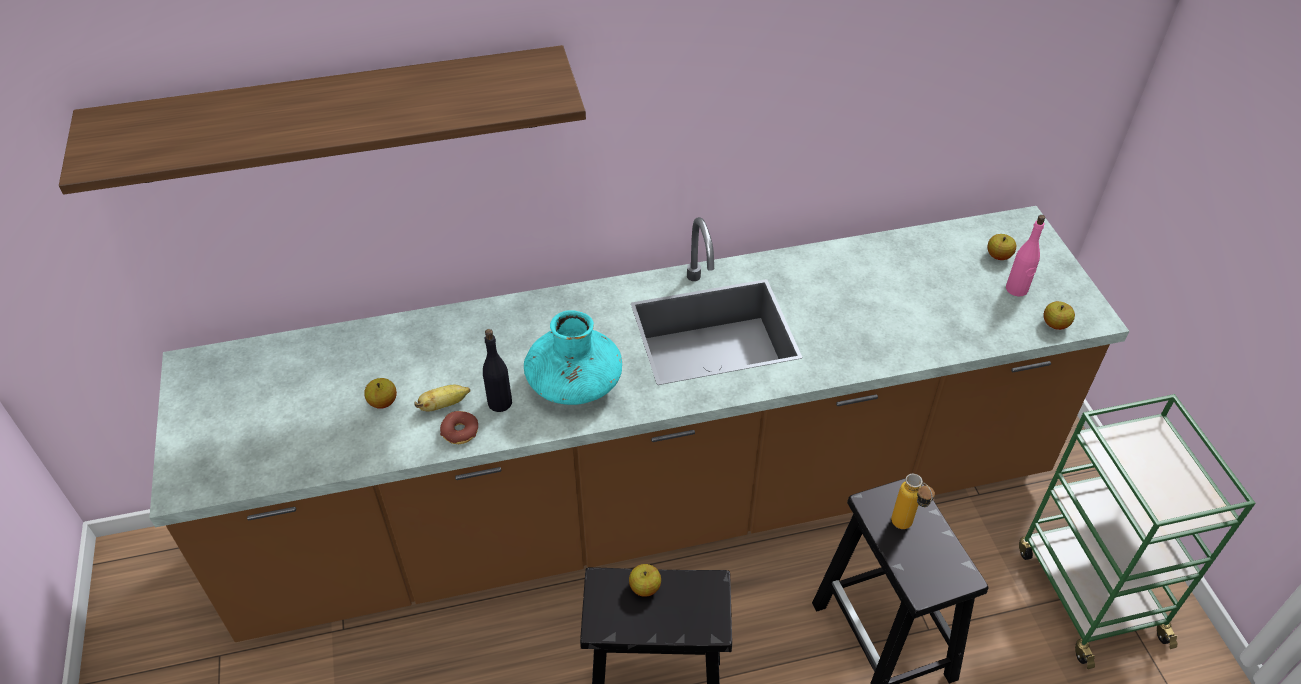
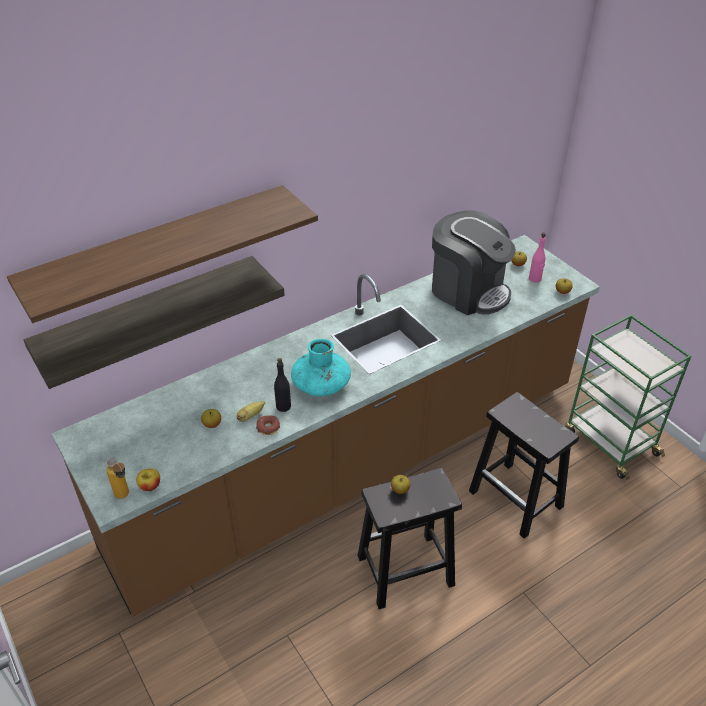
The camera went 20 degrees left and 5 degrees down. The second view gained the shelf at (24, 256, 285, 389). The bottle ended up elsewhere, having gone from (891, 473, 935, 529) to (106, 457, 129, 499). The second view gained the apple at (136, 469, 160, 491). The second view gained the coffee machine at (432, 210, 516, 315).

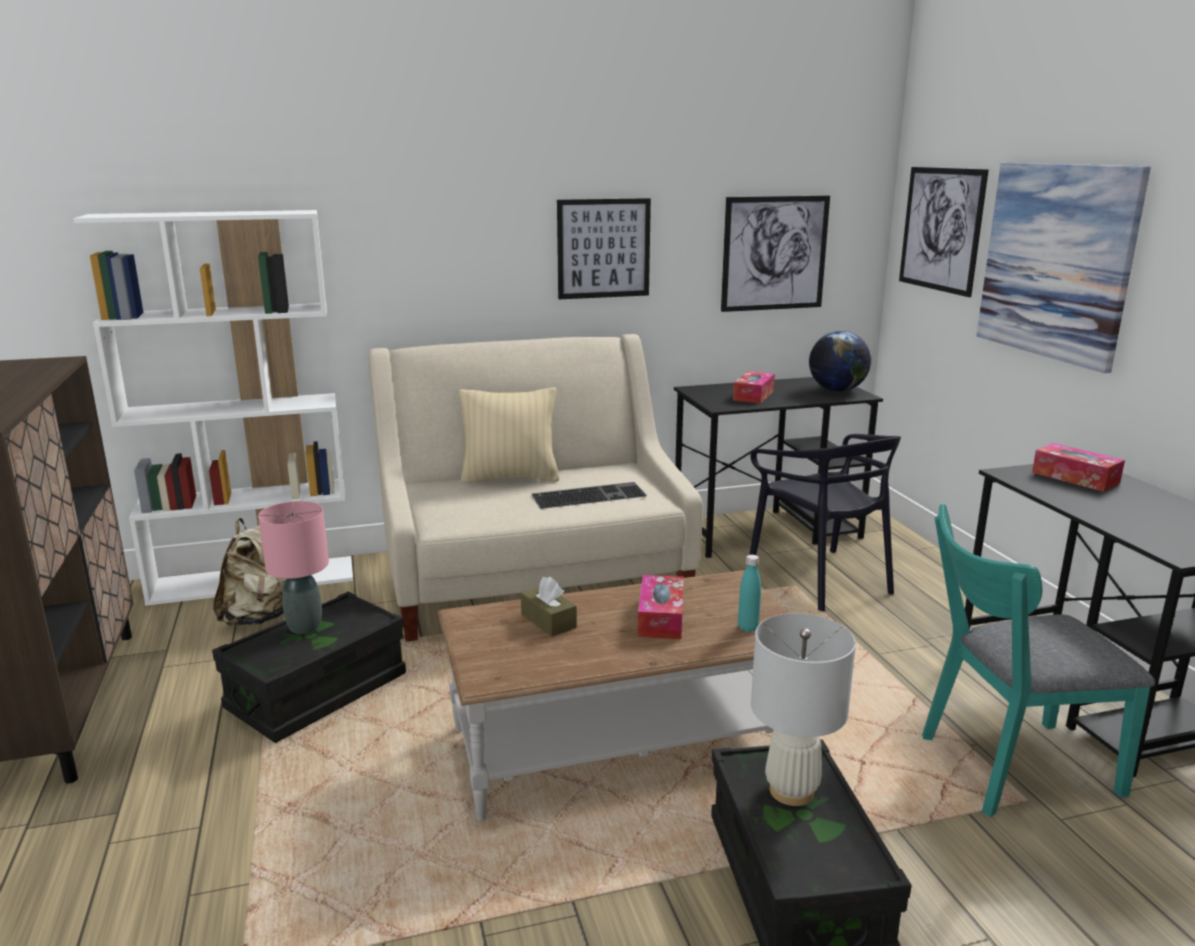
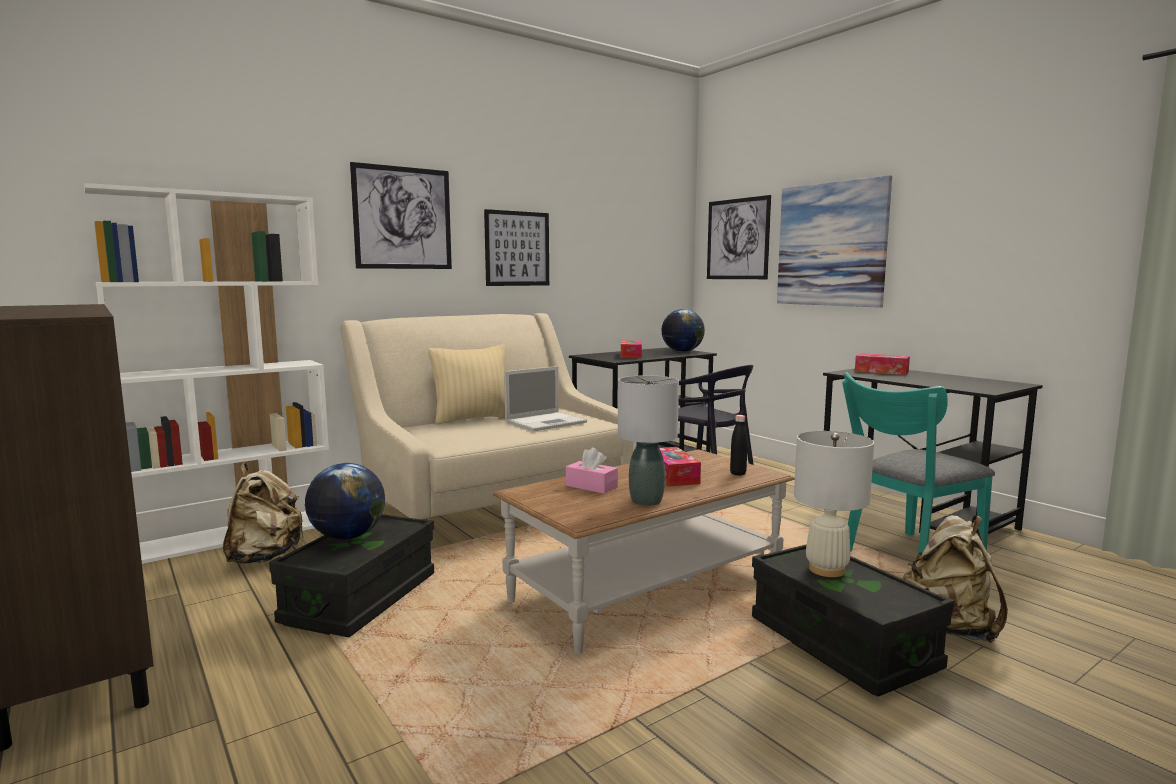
The camera went 20 degrees left and 10 degrees down. Where the pink table lamp stood at (258, 501, 329, 634), the globe came to stand at (305, 463, 385, 540). The picture ended up elsewhere, having gone from (721, 195, 830, 312) to (350, 162, 452, 269). Where the keyboard stood at (531, 482, 647, 509), the laptop came to stand at (504, 366, 587, 431). What was the brown tissue box at (521, 576, 577, 637) turned into the pink tissue box at (566, 447, 618, 494). The second view gained the grey table lamp at (618, 375, 679, 506). What was the turquoise bottle at (738, 555, 761, 632) turned into the black bottle at (730, 415, 747, 476). The second view gained the beige backpack at (902, 515, 1008, 643).

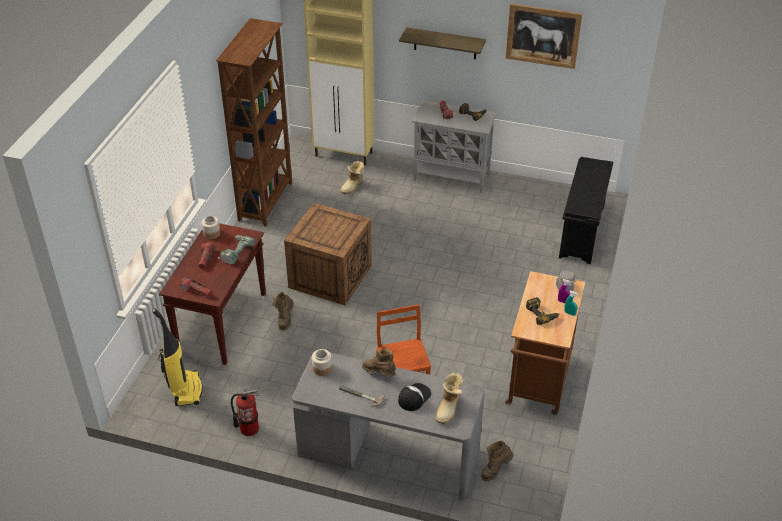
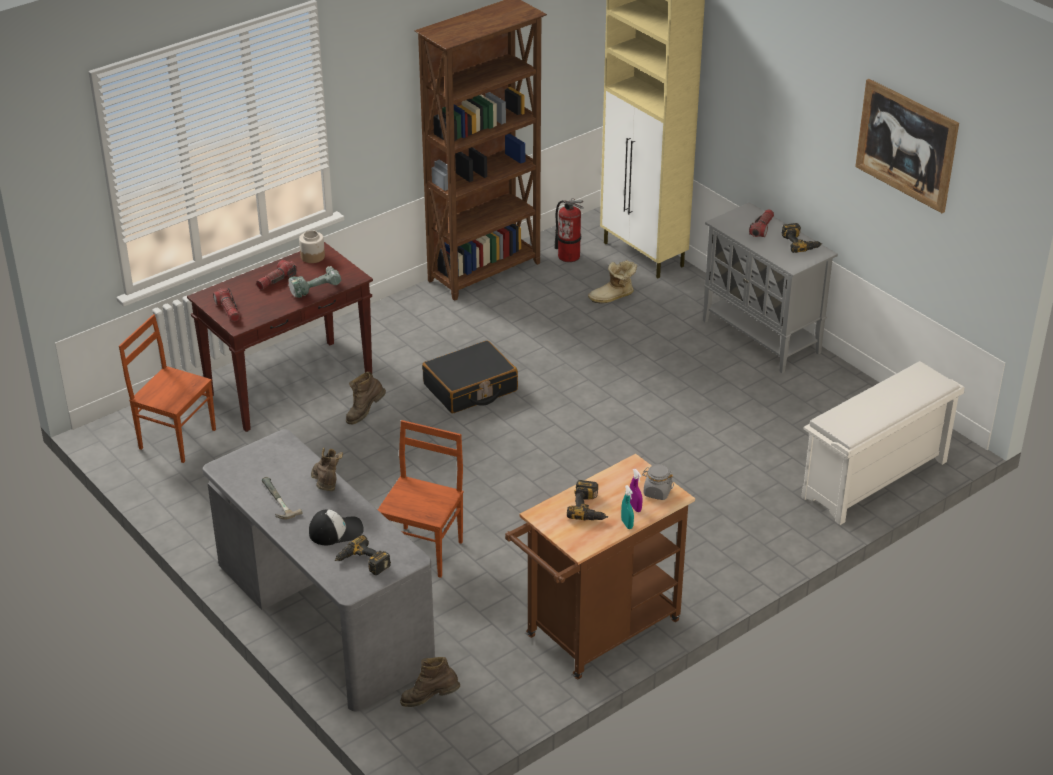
The camera went 35 degrees right and 5 degrees down. Where the vacuum cleaner stood at (152, 308, 203, 406), the brown chair came to stand at (119, 314, 216, 463). Where the boot stood at (435, 373, 464, 424), the power drill came to stand at (335, 535, 391, 575). Where the crate stood at (284, 203, 372, 305), the black suitcase came to stand at (422, 341, 518, 413). The fire extinguisher ended up elsewhere, having gone from (231, 389, 259, 436) to (554, 198, 584, 262). What was the black shoe rack at (559, 157, 613, 264) turned into the white shoe rack at (801, 361, 965, 525). The second view lost the jar at (312, 349, 332, 376). The second view lost the shelf at (399, 27, 486, 59).

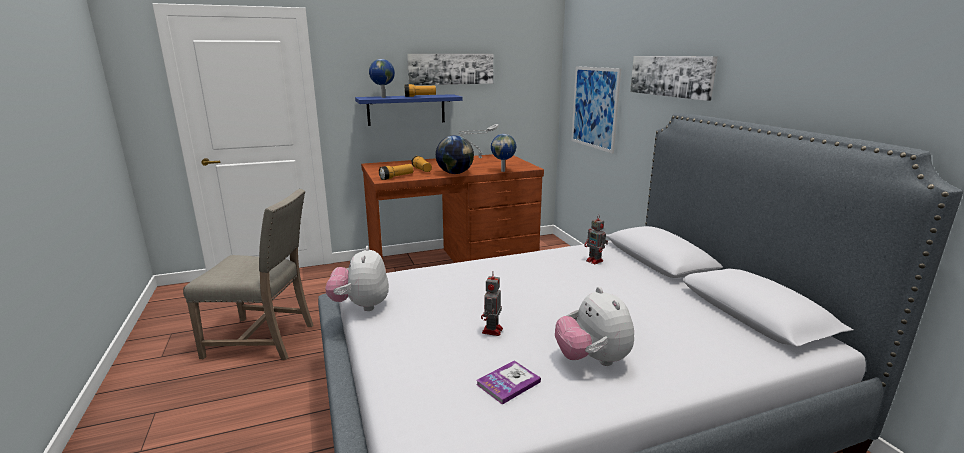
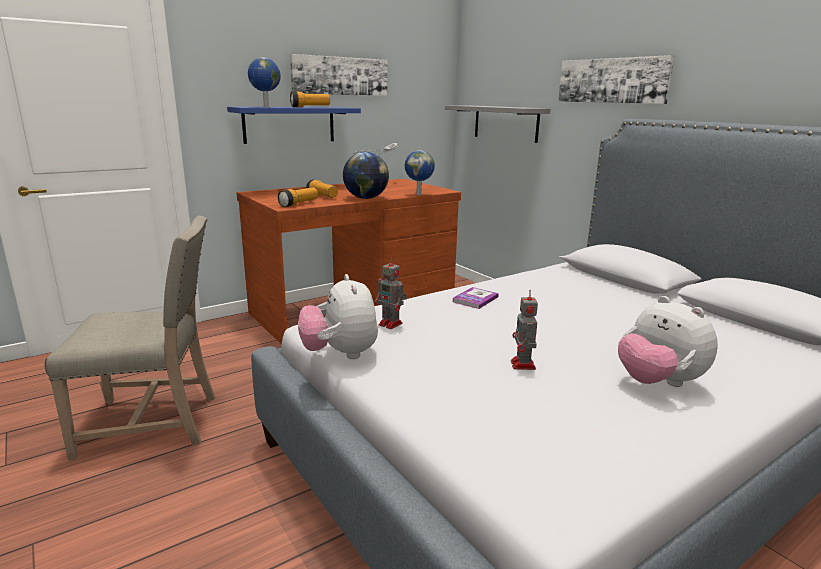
The camera went 15 degrees left and 0 degrees up. The toy robot ended up elsewhere, having gone from (584, 214, 608, 265) to (375, 257, 407, 329). Where the picture hung at (571, 66, 621, 154), the grey shelf came to hang at (445, 105, 550, 143). The book ended up elsewhere, having gone from (476, 361, 541, 405) to (453, 287, 499, 309).

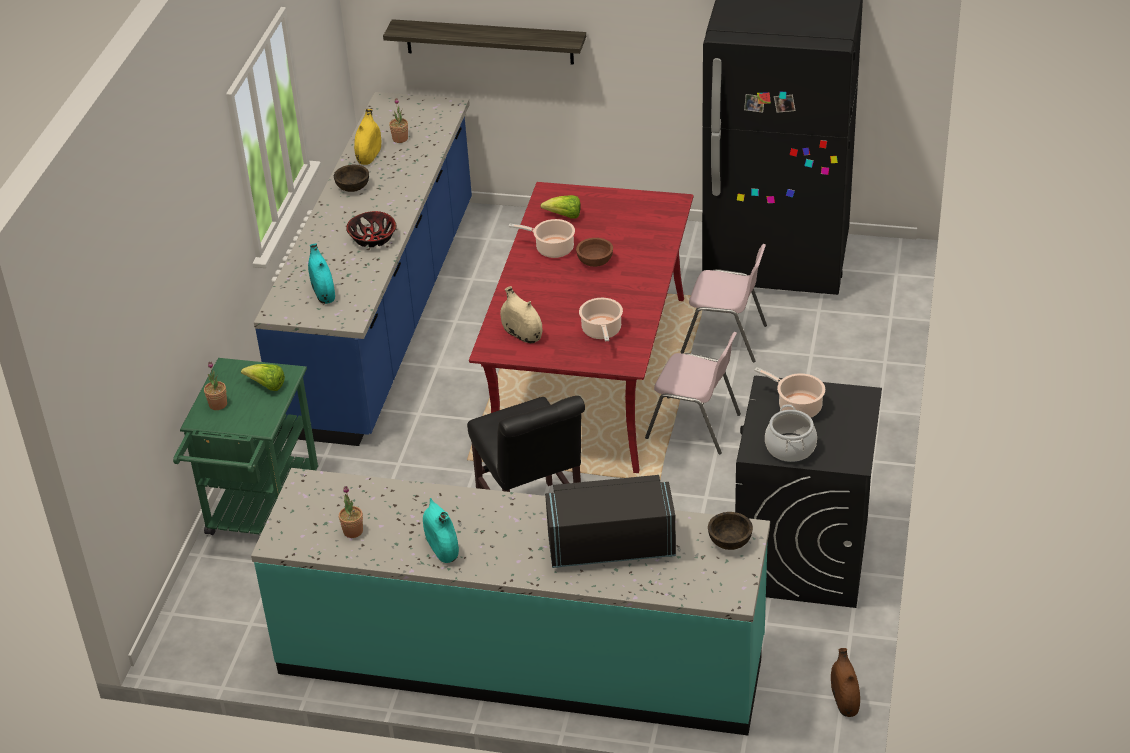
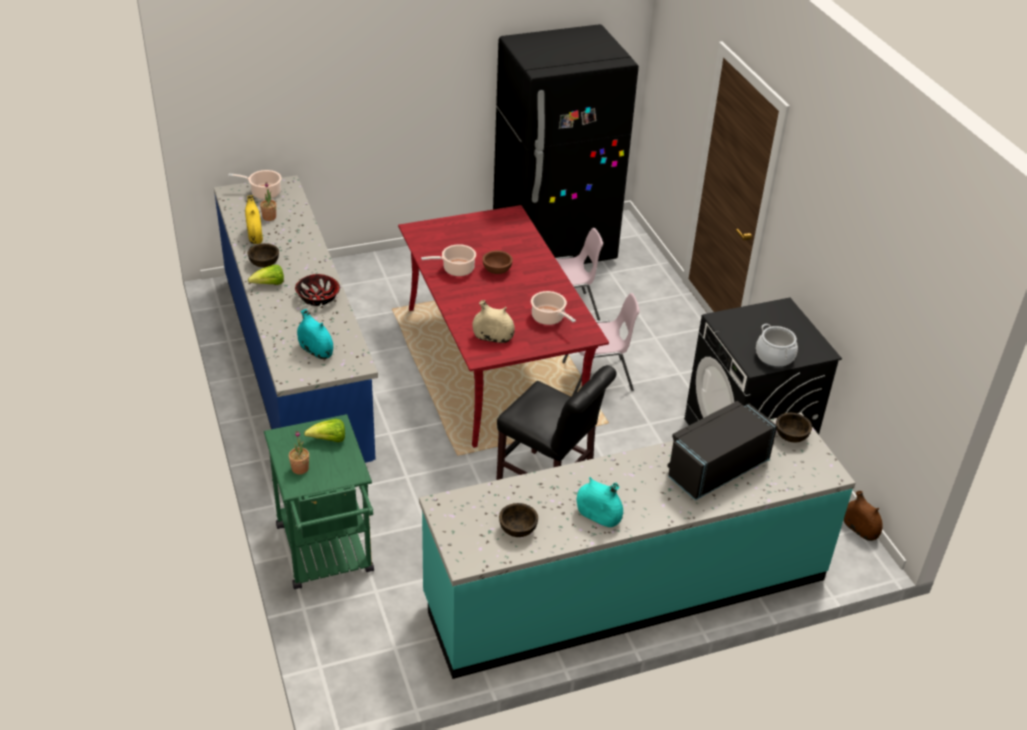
The camera went 35 degrees left and 0 degrees up. The cooking pot ended up elsewhere, having gone from (754, 367, 825, 418) to (228, 170, 282, 200). The lettuce ended up elsewhere, having gone from (540, 195, 581, 219) to (248, 265, 284, 285). Where the potted plant stood at (339, 486, 363, 538), the brown bowl came to stand at (499, 503, 538, 537). The second view lost the shelf at (383, 19, 586, 65).

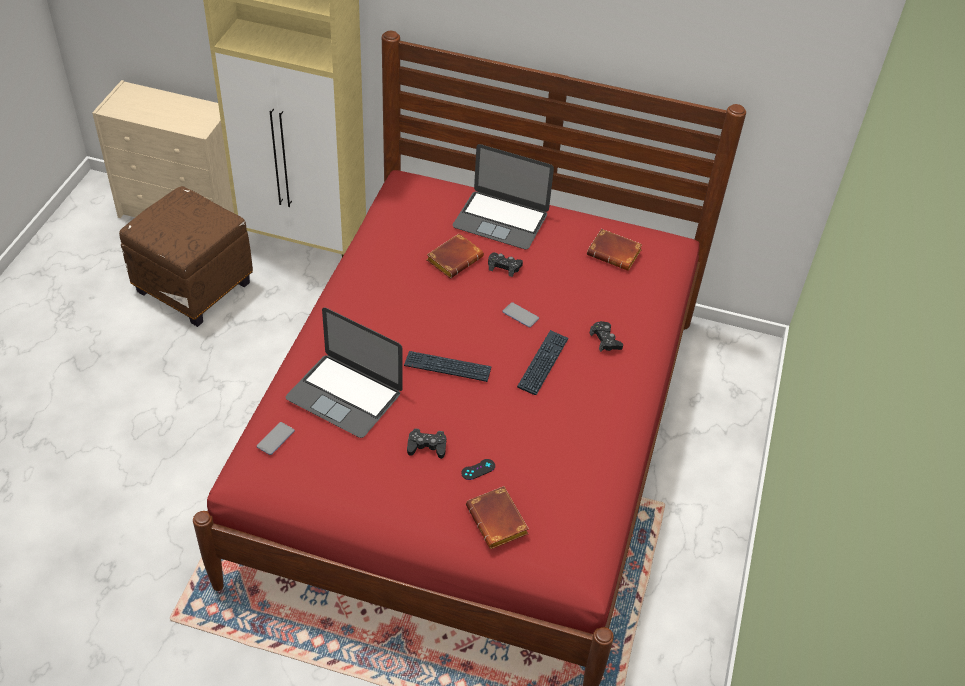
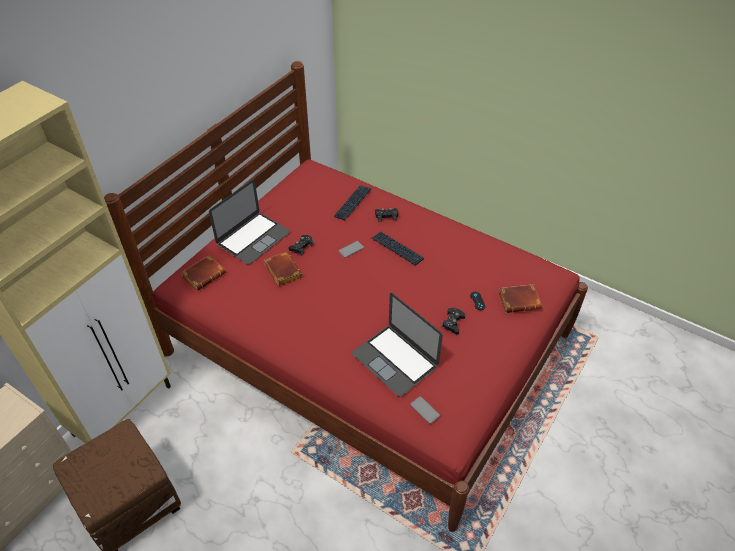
The camera went 70 degrees left and 0 degrees up. The brown book ended up elsewhere, having gone from (587, 229, 643, 271) to (181, 255, 226, 291). The keyboard ended up elsewhere, having gone from (404, 351, 491, 382) to (334, 185, 371, 220). The laptop at (286, 307, 403, 438) ended up facing another way, 90 degrees clockwise from before.

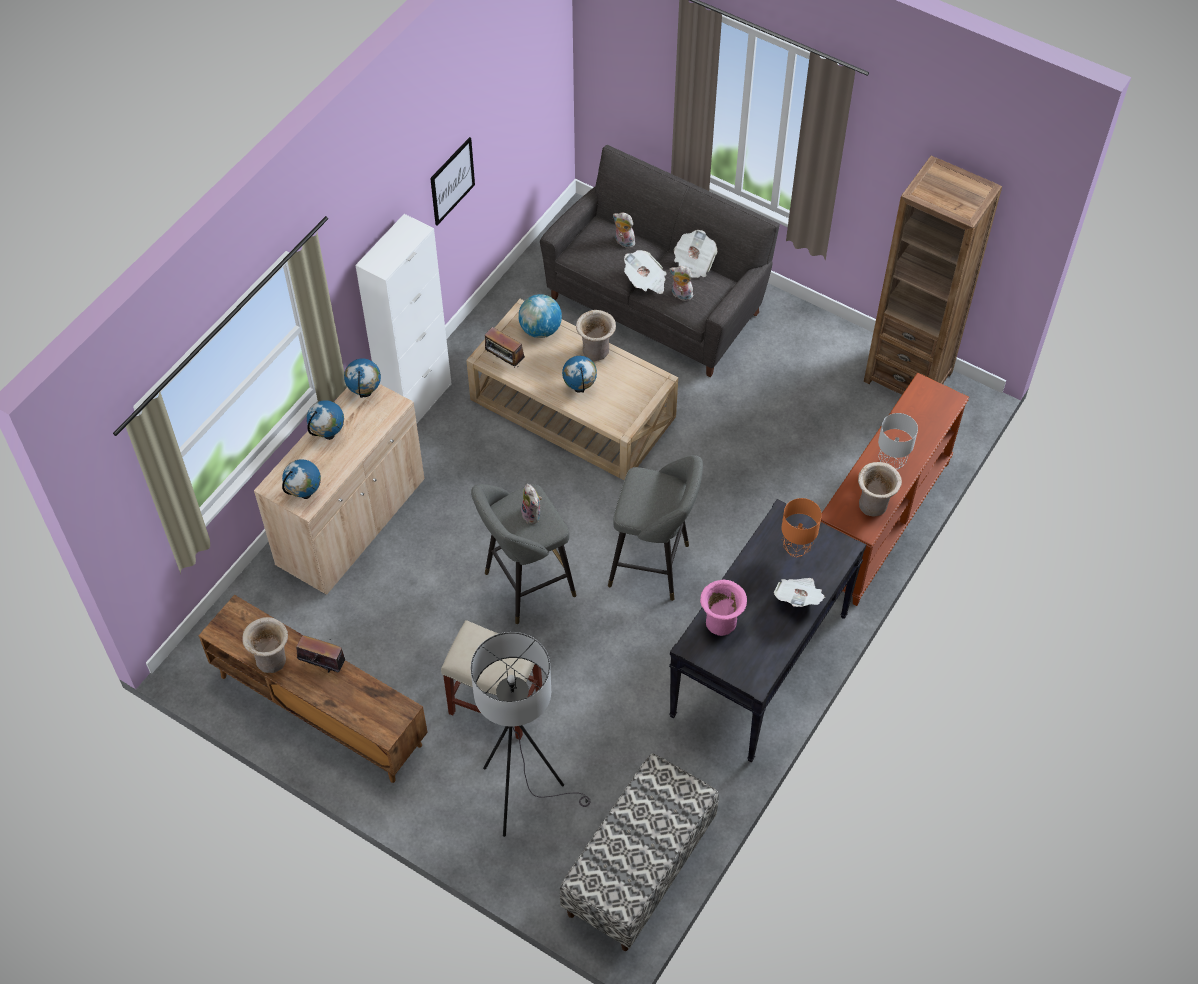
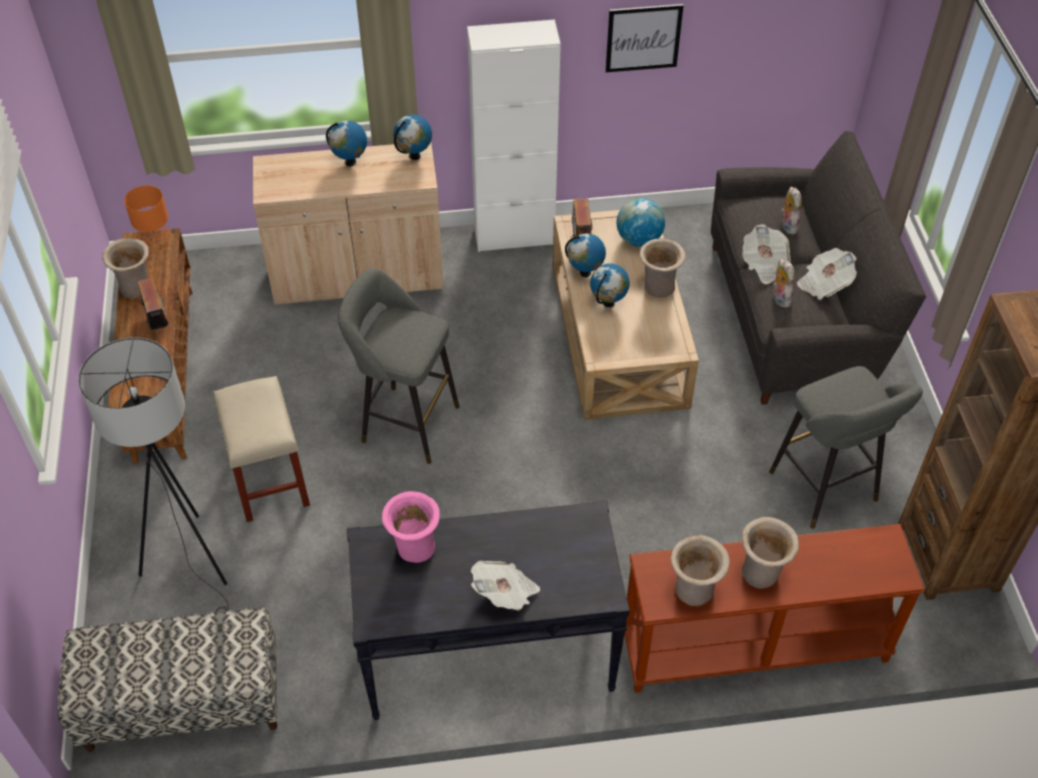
The camera went 50 degrees right and 5 degrees down. The orange table lamp ended up elsewhere, having gone from (781, 498, 822, 557) to (124, 185, 171, 253). The globe ended up elsewhere, having gone from (282, 459, 321, 499) to (565, 233, 606, 277). Where the grey table lamp stood at (878, 413, 918, 470), the beige vase came to stand at (742, 517, 799, 589). The grey stool ended up elsewhere, having gone from (608, 455, 703, 601) to (769, 366, 923, 529). The second view lost the plush toy at (521, 484, 542, 524).

